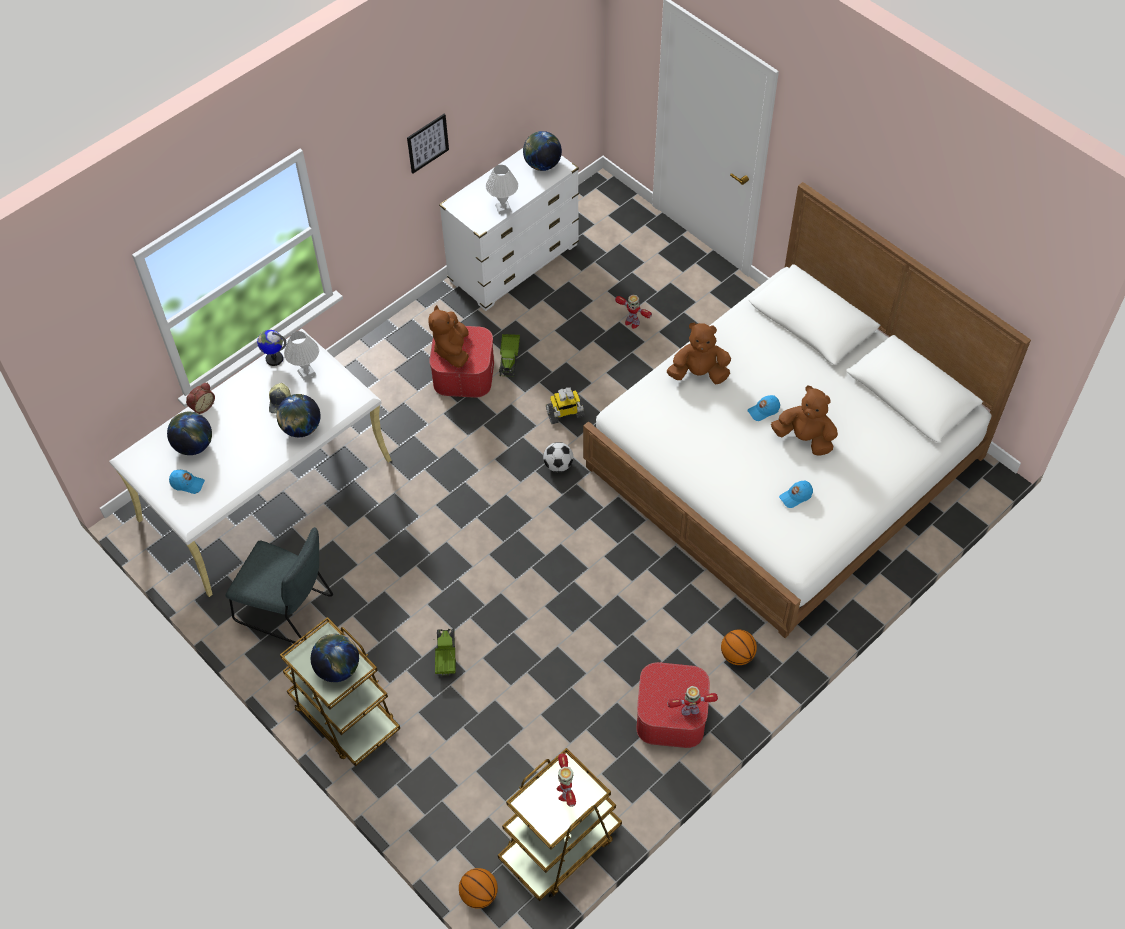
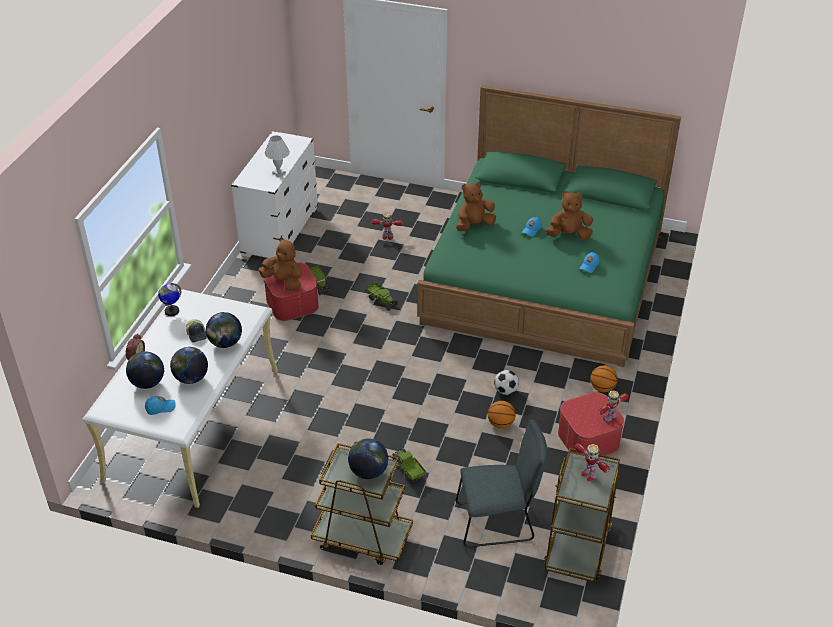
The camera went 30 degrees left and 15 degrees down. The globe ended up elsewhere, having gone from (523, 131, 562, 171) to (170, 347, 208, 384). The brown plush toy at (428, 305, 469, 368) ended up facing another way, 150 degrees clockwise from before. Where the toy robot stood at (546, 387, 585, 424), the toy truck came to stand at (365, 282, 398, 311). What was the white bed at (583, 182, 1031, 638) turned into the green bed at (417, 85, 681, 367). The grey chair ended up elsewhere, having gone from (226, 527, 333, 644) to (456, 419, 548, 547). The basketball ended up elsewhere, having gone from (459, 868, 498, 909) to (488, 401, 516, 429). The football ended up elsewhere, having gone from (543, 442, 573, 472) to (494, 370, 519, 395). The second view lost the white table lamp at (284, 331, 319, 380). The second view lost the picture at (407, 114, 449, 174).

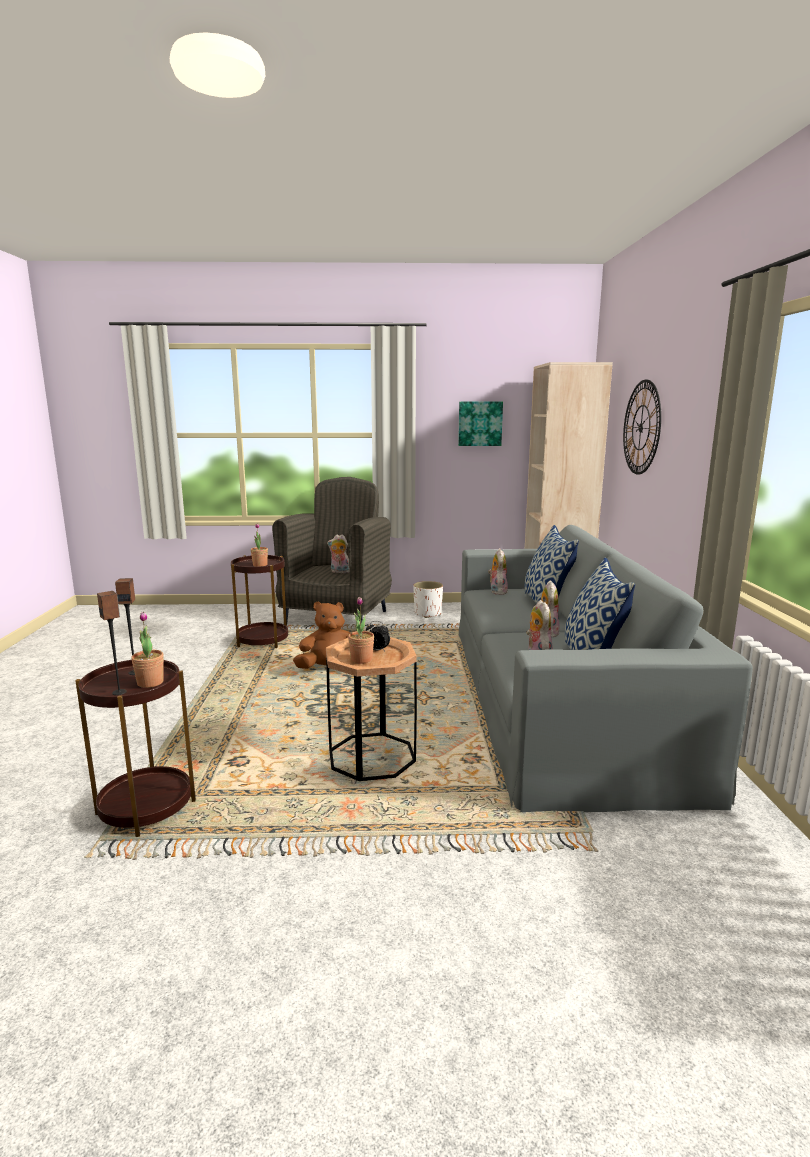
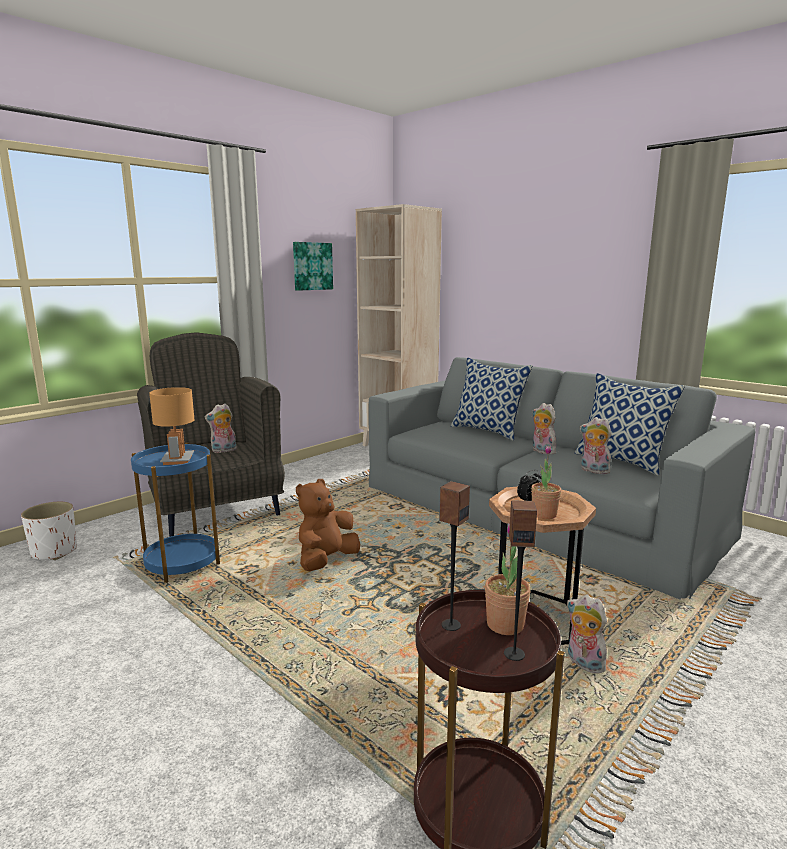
The camera went 45 degrees left and 0 degrees up. The white planter ended up elsewhere, having gone from (413, 581, 443, 618) to (21, 502, 77, 560). What was the brown side table at (231, 555, 288, 648) turned into the blue side table at (131, 442, 220, 583). Where the potted plant stood at (251, 523, 268, 567), the brown table lamp came to stand at (149, 387, 195, 465). The plush toy ended up elsewhere, having gone from (488, 548, 508, 595) to (567, 595, 608, 673). The second view lost the wall clock at (623, 380, 661, 475).

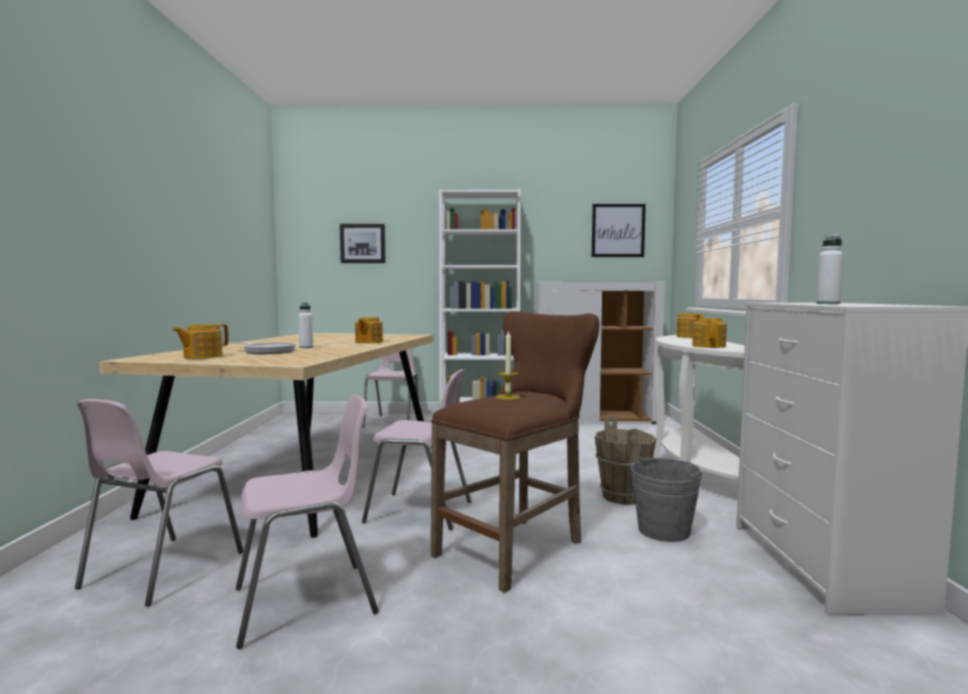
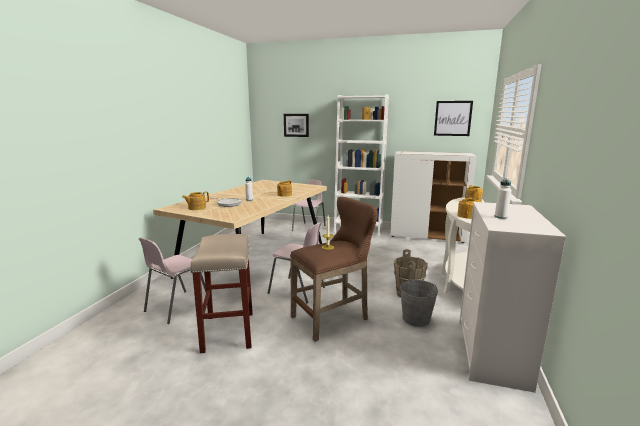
The camera went 15 degrees right and 10 degrees up. Where the pink chair stood at (236, 395, 379, 649), the beige stool came to stand at (191, 234, 253, 353).

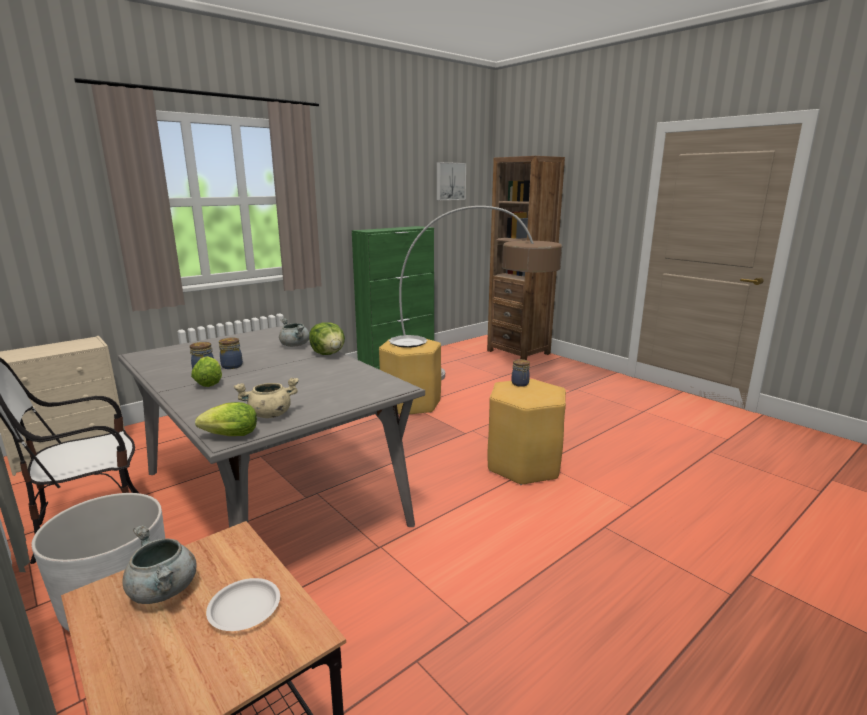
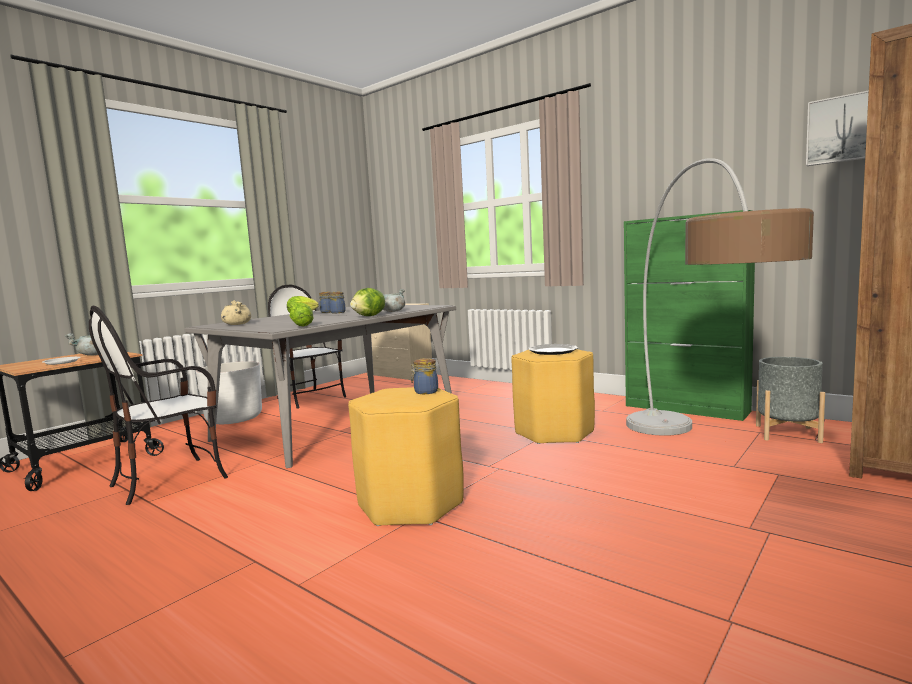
The camera went 80 degrees right and 10 degrees down. The second view gained the chair at (89, 306, 228, 505). The lettuce ended up elsewhere, having gone from (195, 402, 257, 436) to (289, 302, 314, 327). The second view gained the grey planter at (756, 357, 825, 443).

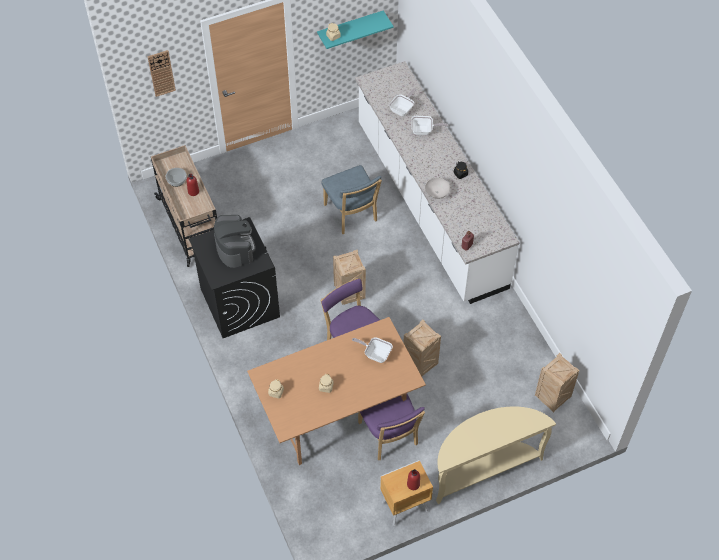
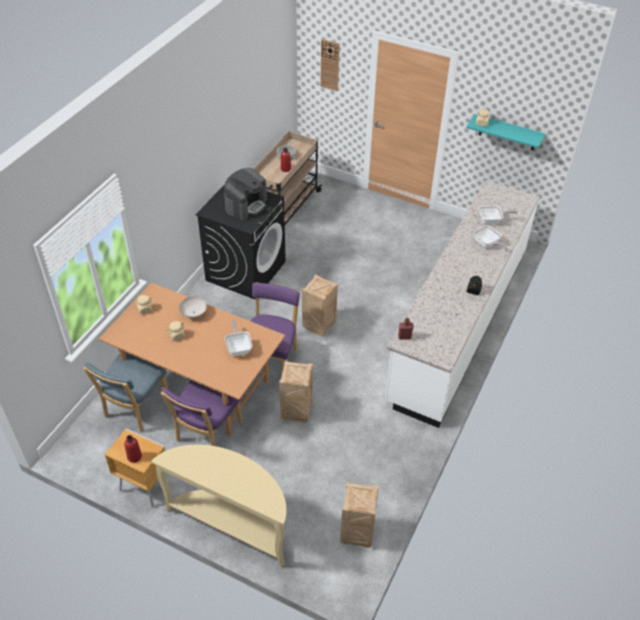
The camera went 50 degrees right and 10 degrees down. The blue chair ended up elsewhere, having gone from (322, 165, 382, 234) to (83, 352, 168, 432). The white bowl ended up elsewhere, having gone from (425, 178, 450, 199) to (179, 297, 207, 318).

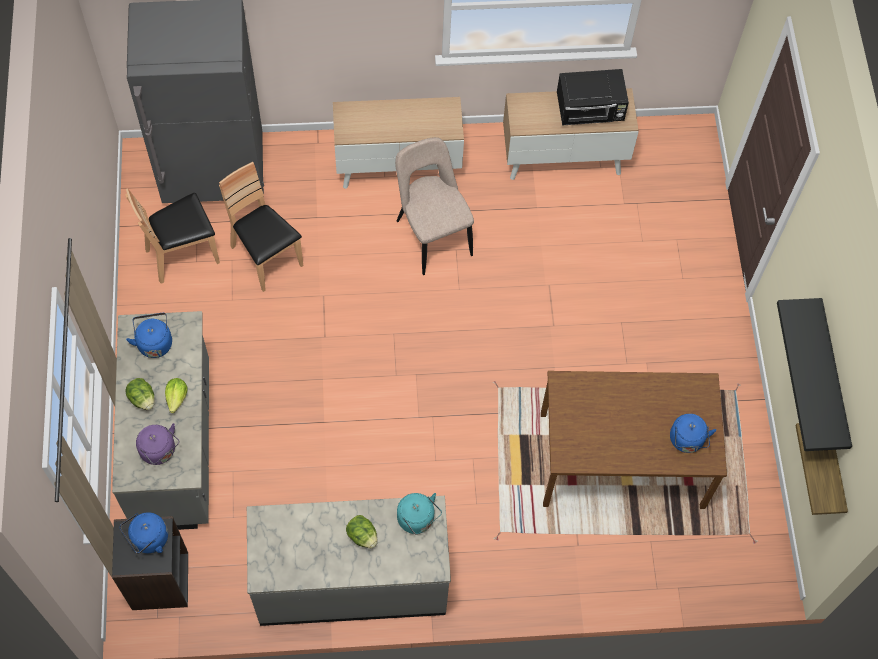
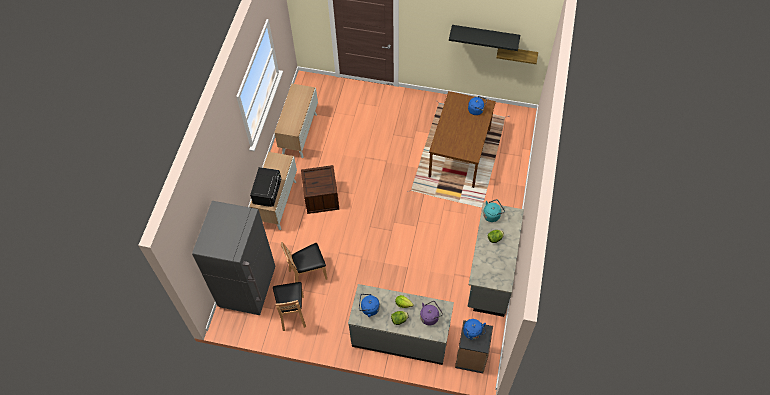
The camera went 70 degrees left and 5 degrees down. The black microwave ended up elsewhere, having gone from (557, 69, 629, 126) to (250, 167, 281, 207). Where the beige chair stood at (395, 137, 474, 275), the crate came to stand at (301, 165, 339, 214).

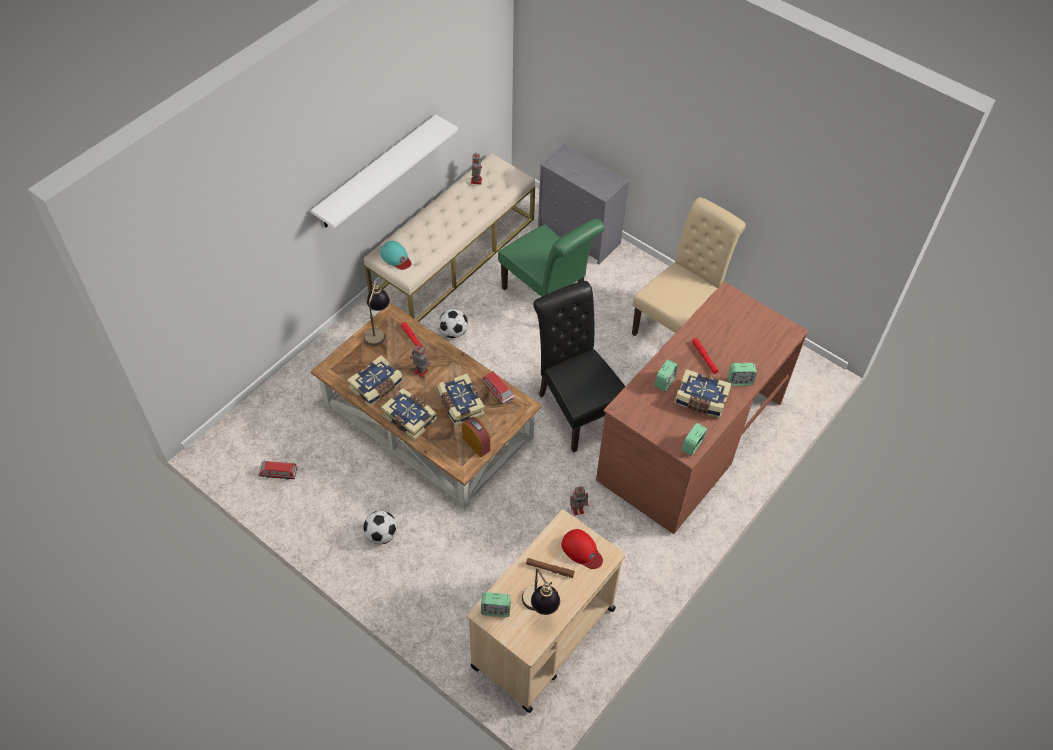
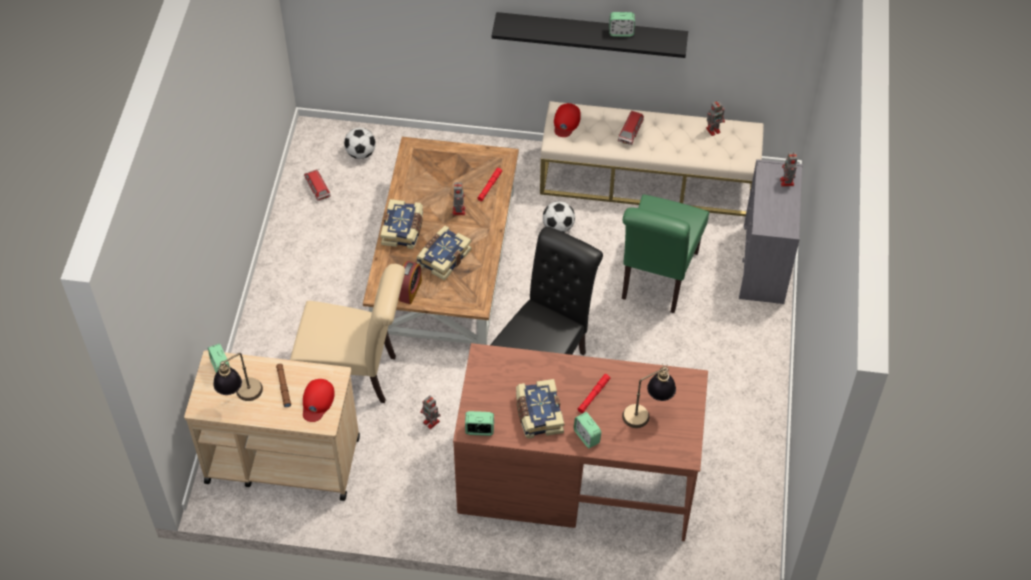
The camera went 60 degrees right and 0 degrees up. The beige chair ended up elsewhere, having gone from (632, 197, 746, 336) to (290, 264, 405, 403). The football ended up elsewhere, having gone from (363, 511, 397, 544) to (344, 128, 376, 159). What was the white shelf at (311, 115, 458, 228) turned into the black shelf at (492, 12, 688, 58). What was the turquoise cap at (380, 241, 411, 270) turned into the red cap at (554, 103, 581, 137). The alarm clock ended up elsewhere, having gone from (655, 359, 678, 391) to (609, 12, 635, 37). The toy car ended up elsewhere, having gone from (482, 371, 515, 405) to (618, 111, 644, 145). The table lamp ended up elsewhere, having gone from (364, 281, 390, 346) to (622, 364, 676, 428). The second view gained the toy robot at (780, 151, 797, 187). The second view lost the book at (347, 355, 403, 406).

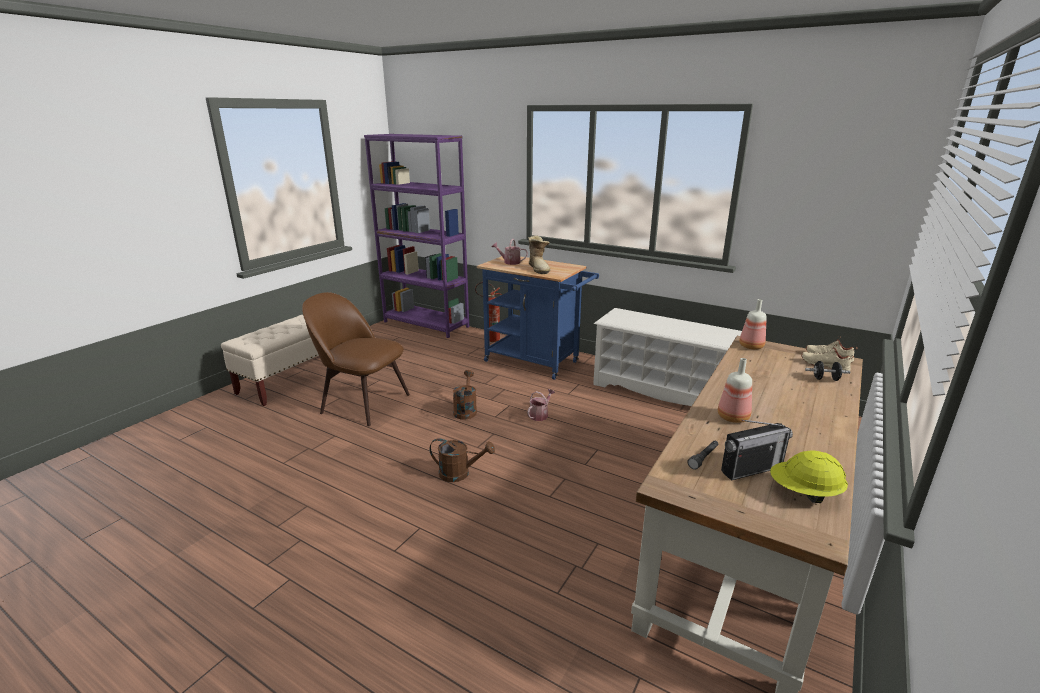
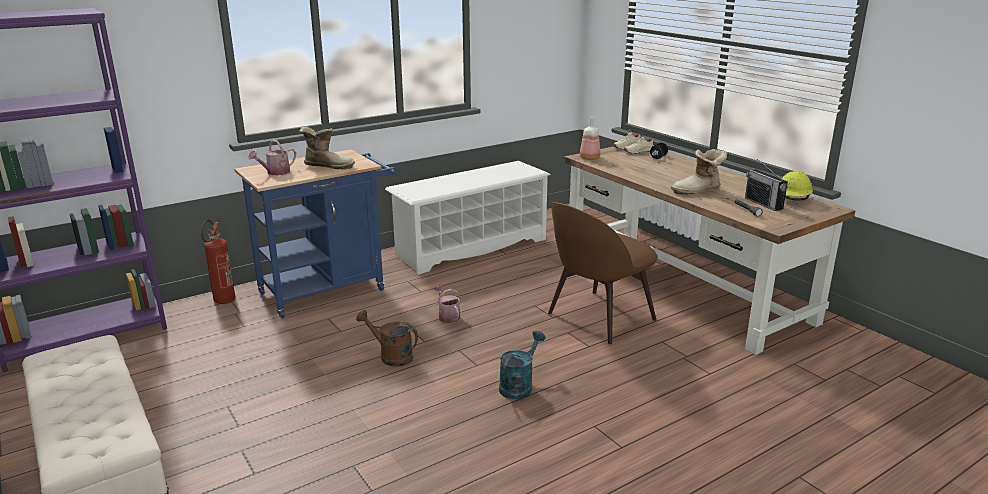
The camera went 65 degrees left and 0 degrees up. What was the brown watering can at (429, 438, 495, 482) turned into the turquoise watering can at (499, 330, 546, 399). The brown chair ended up elsewhere, having gone from (302, 292, 410, 426) to (548, 202, 658, 344). Where the bottle stood at (718, 358, 752, 423), the boot came to stand at (671, 149, 727, 195). The radio at (721, 420, 793, 481) ended up facing another way, 150 degrees clockwise from before.

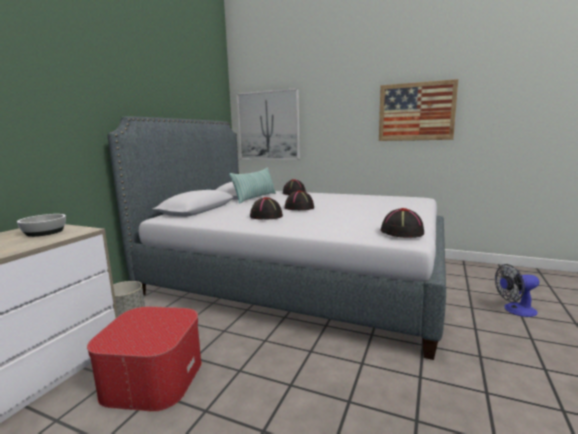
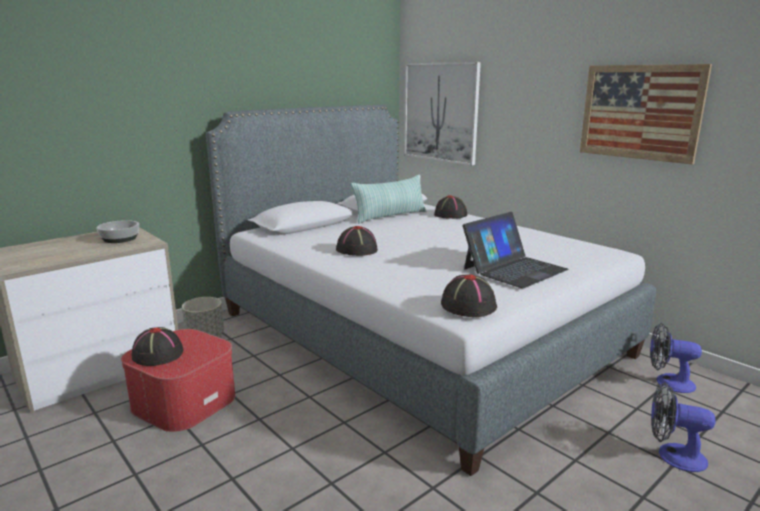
The camera went 25 degrees right and 5 degrees up. The black hat ended up elsewhere, having gone from (285, 190, 314, 210) to (131, 327, 183, 366). The second view gained the laptop at (463, 212, 569, 288). The second view gained the fan at (650, 323, 702, 393).

